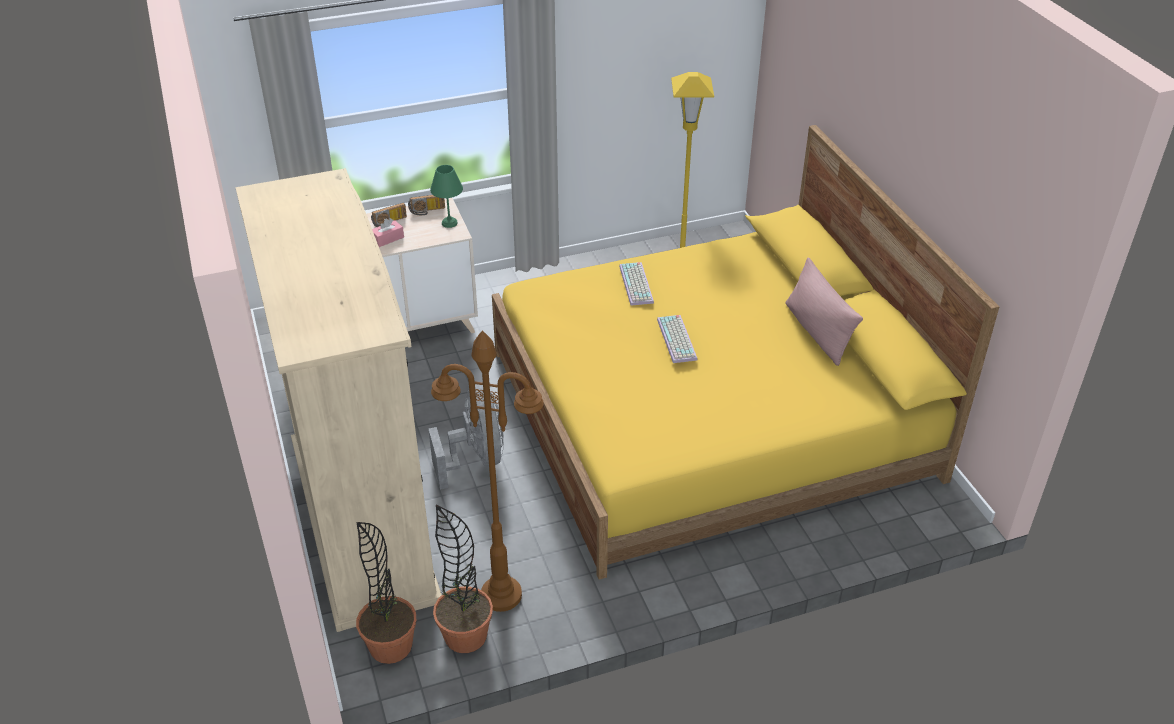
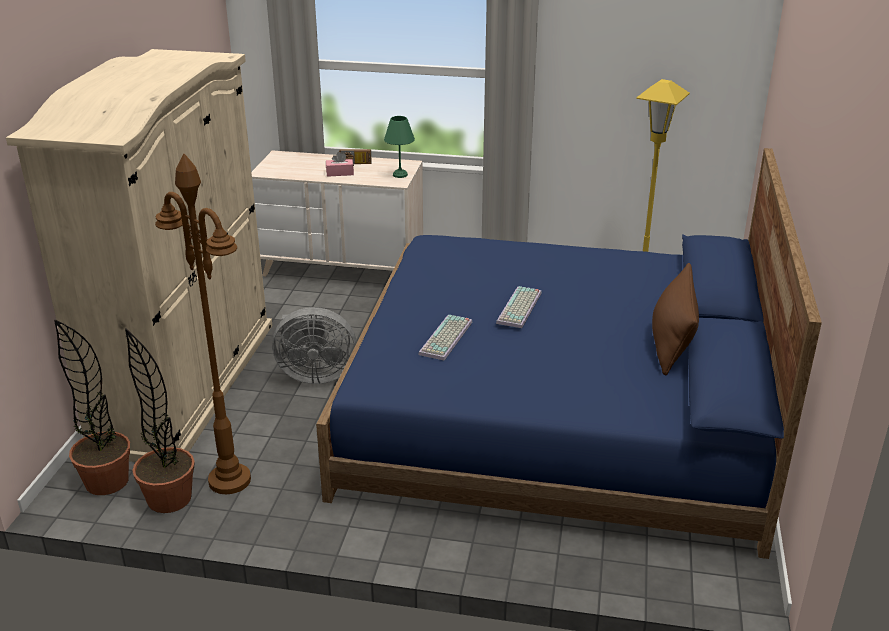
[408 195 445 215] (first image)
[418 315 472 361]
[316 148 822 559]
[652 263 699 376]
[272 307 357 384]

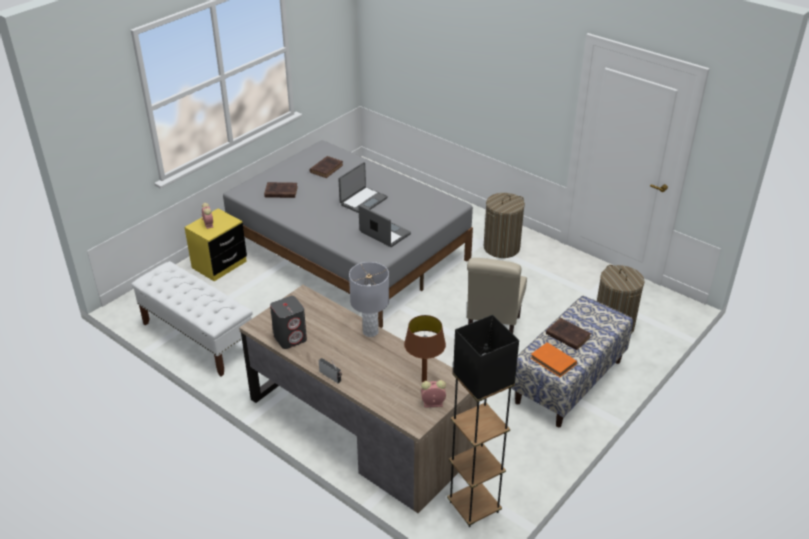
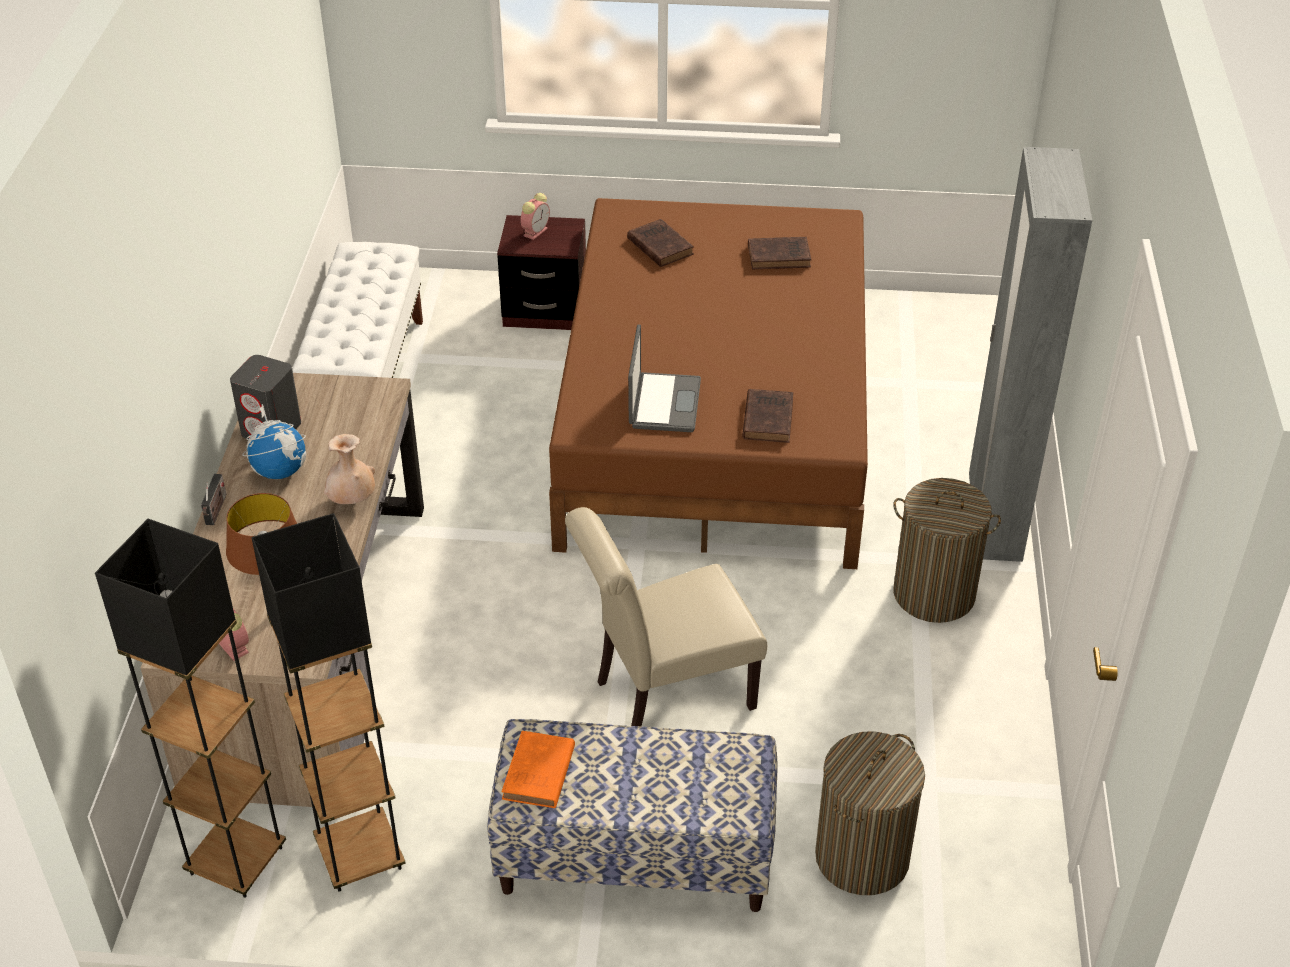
[338 162 388 213] (first image)
[242 404 306 479]
[251 513 406 892]
[969 147 1092 562]
[742 389 793 443]
[324 434 375 504]
[497 215 586 330]
[549 198 868 569]

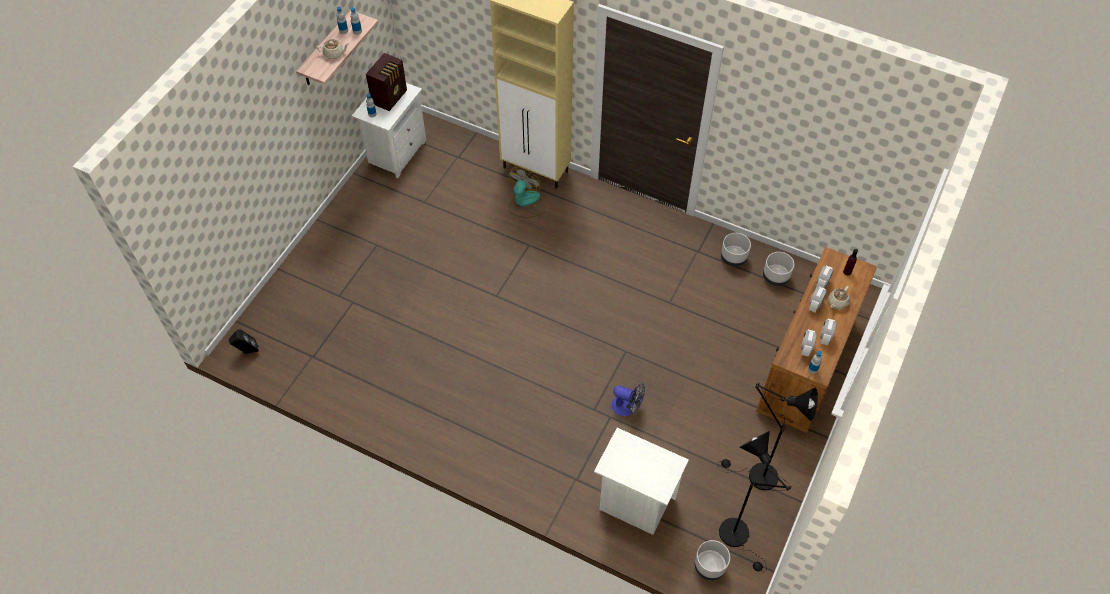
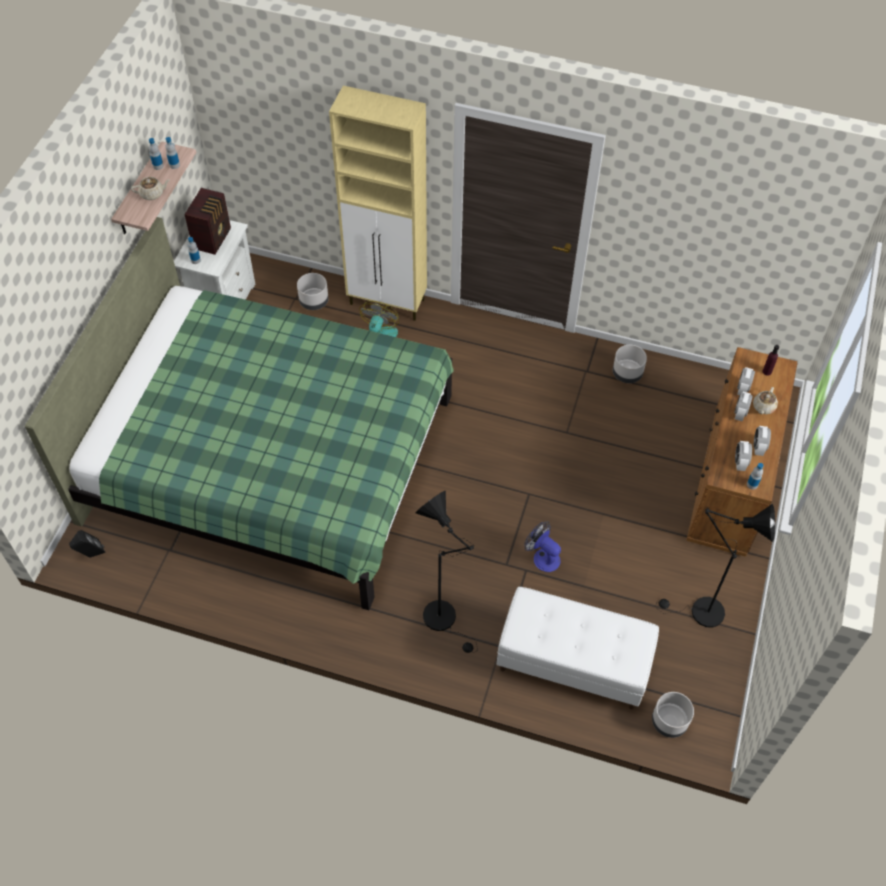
[25 217 454 610]
[416 490 478 653]
[297 273 328 310]
[497 587 659 709]
[524 521 561 572]

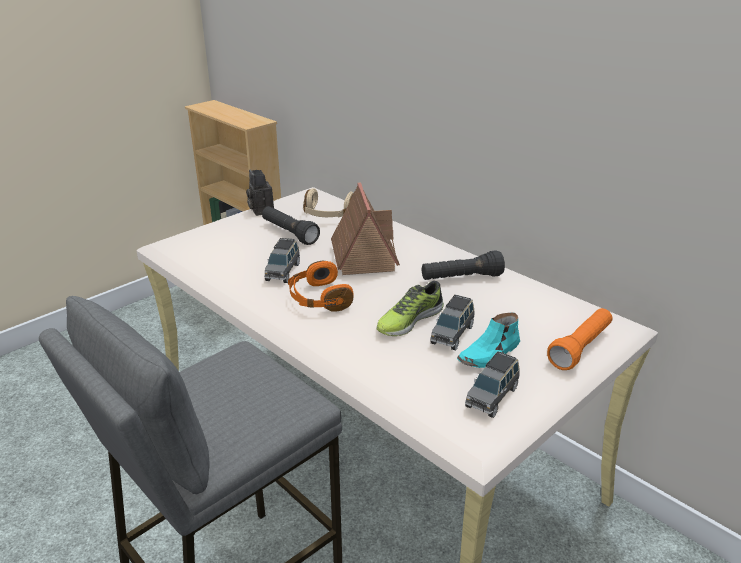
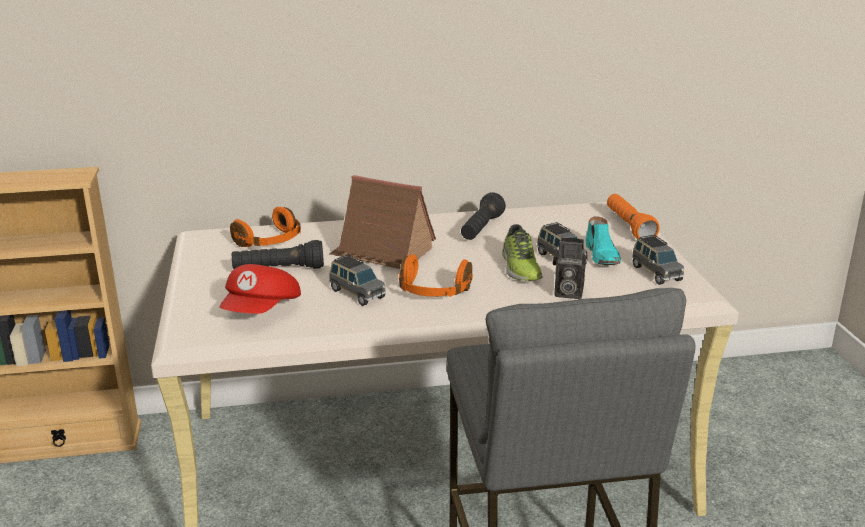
[220 264 301 314]
[553 238 586 299]
[230 207 301 247]

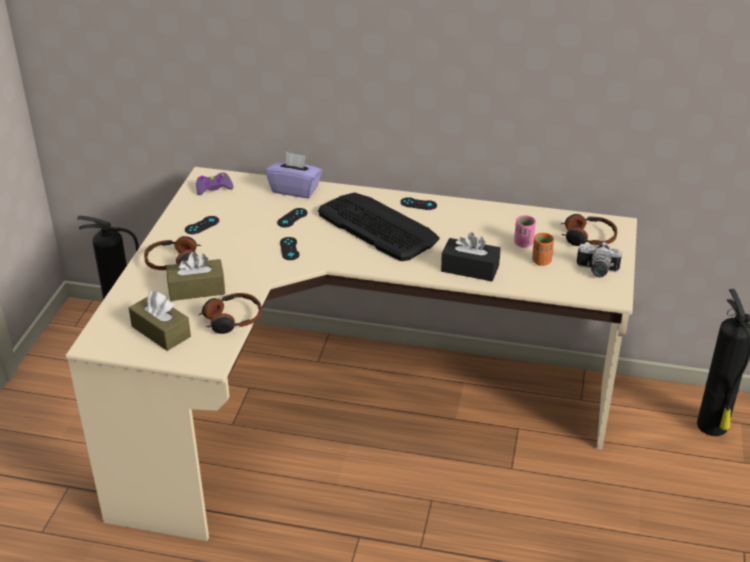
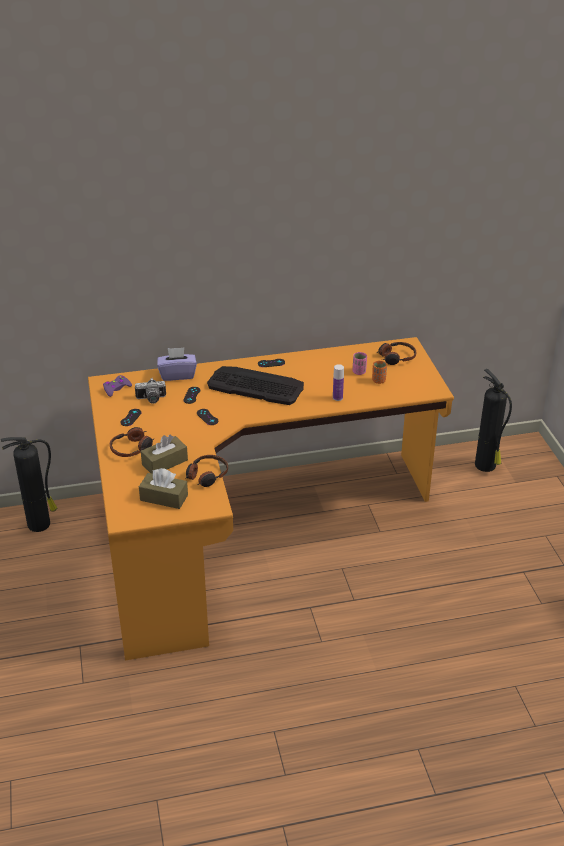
[135 378 166 404]
[333 364 344 401]
[88 337 454 661]

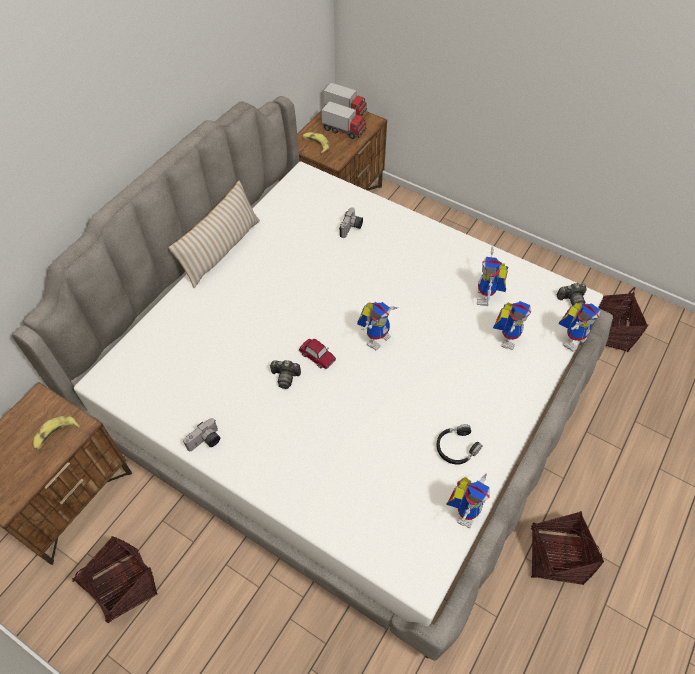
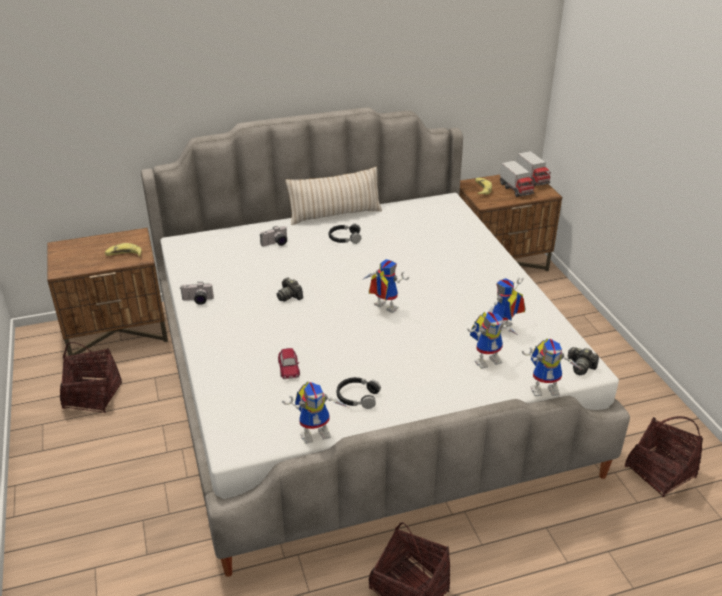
[329 224 361 244]
[278 348 300 379]
[260 226 287 247]
[362 259 409 313]

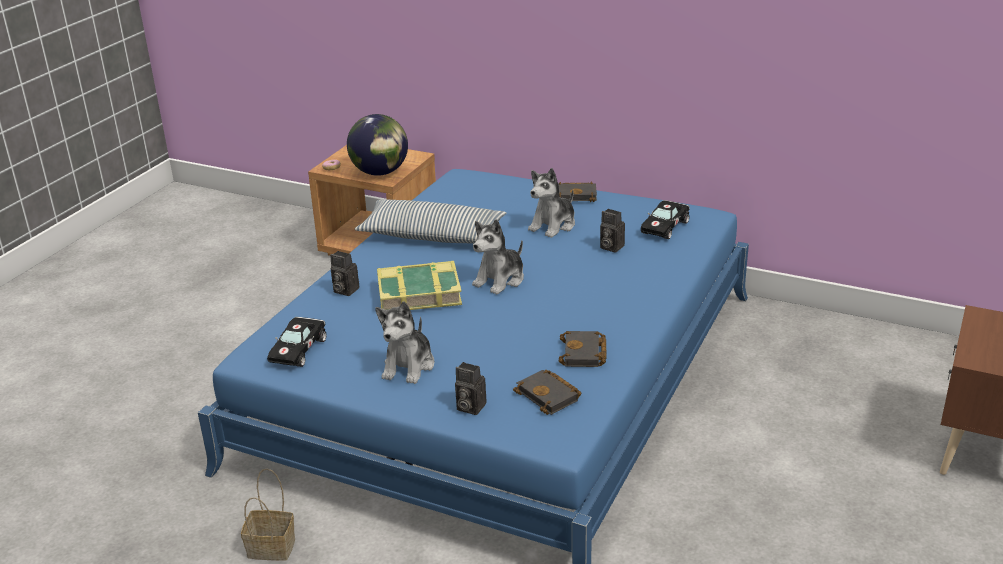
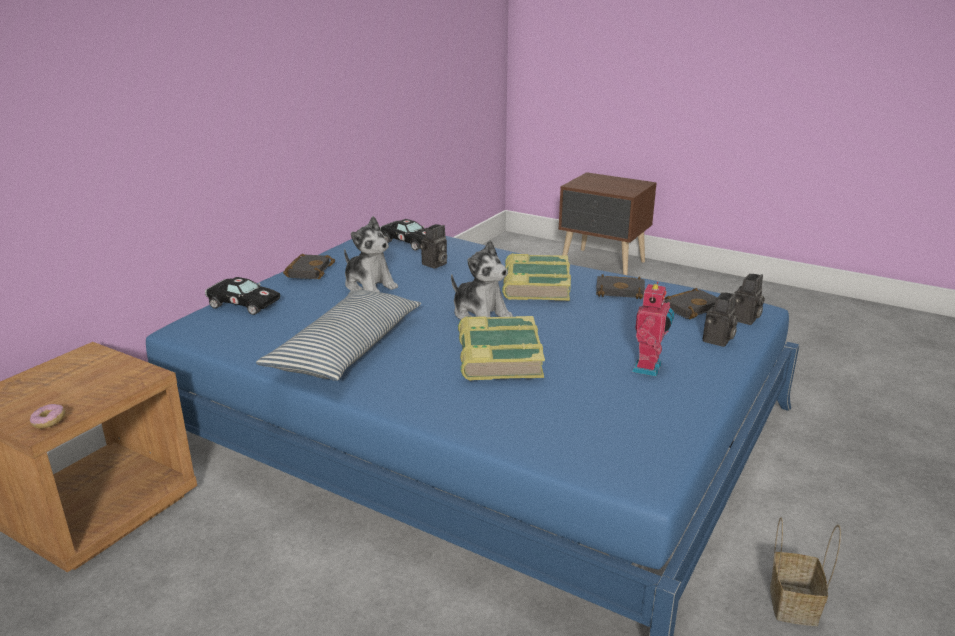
[347 114 408 176] (first image)
[502 253 571 301]
[205 277 280 315]
[735 274 765 325]
[632 281 674 377]

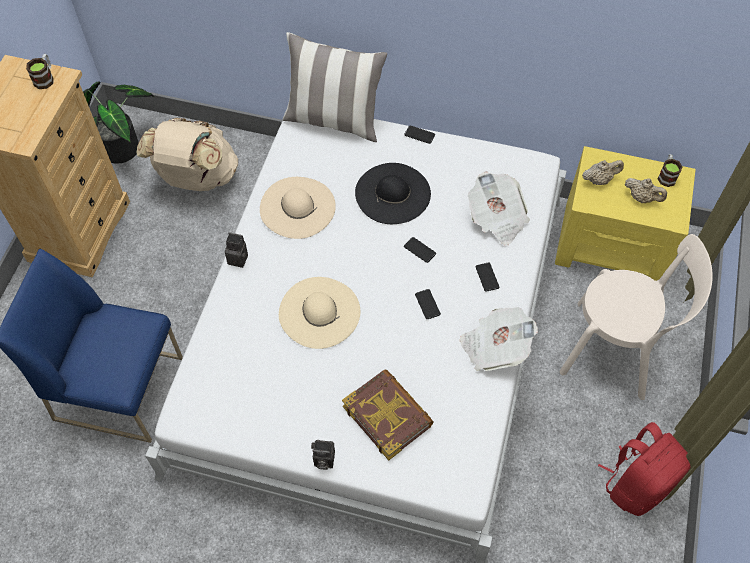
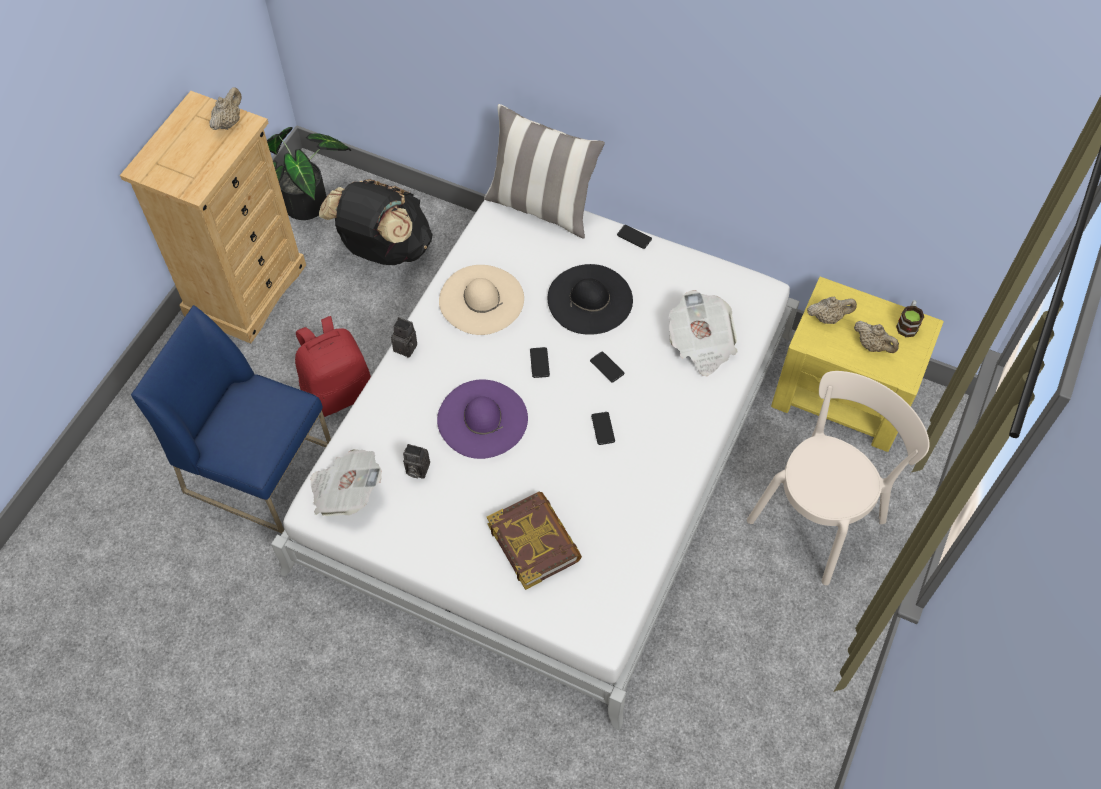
[403 444 430 479]
[310 449 382 516]
[530 347 550 378]
[295 316 371 417]
[209 87 241 130]
[319 179 433 265]
[437 379 528 459]
[747 371 930 585]

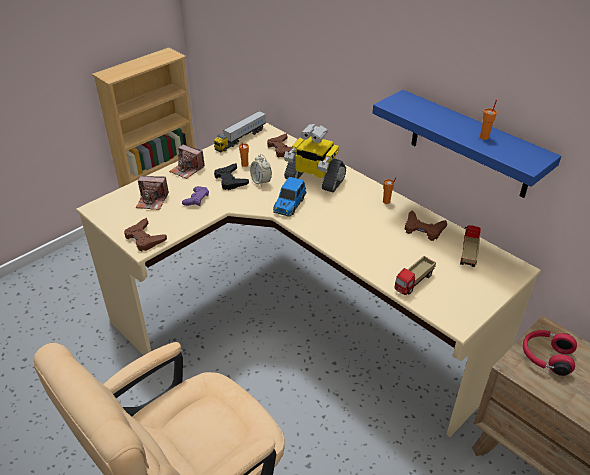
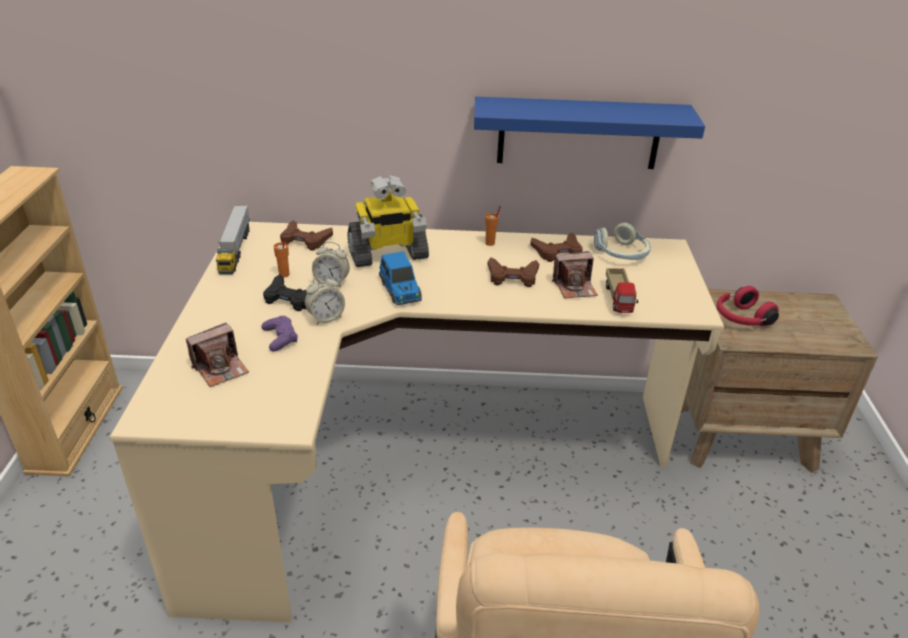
[480 100 497 140] (first image)
[305 274 345 325]
[488 258 539 287]
[552 251 598 298]
[594 222 651 260]

